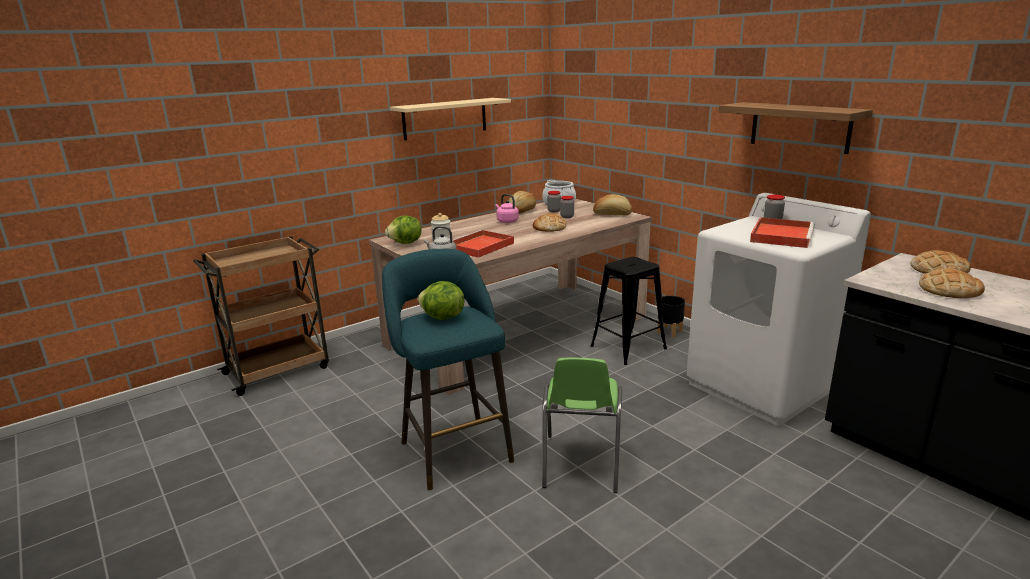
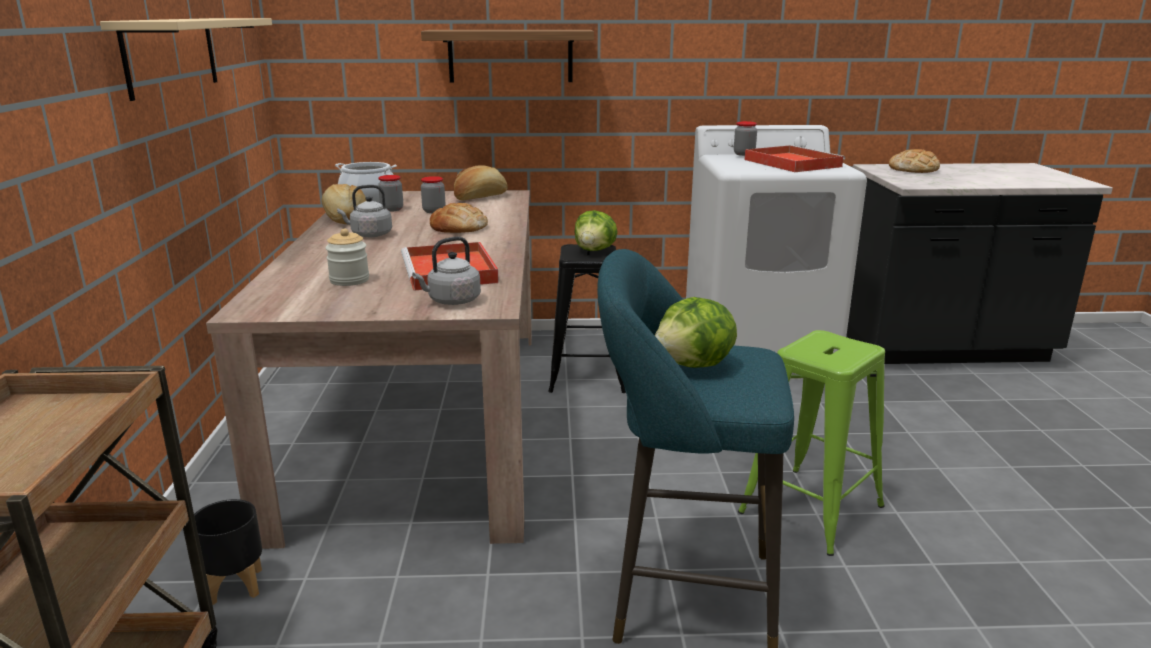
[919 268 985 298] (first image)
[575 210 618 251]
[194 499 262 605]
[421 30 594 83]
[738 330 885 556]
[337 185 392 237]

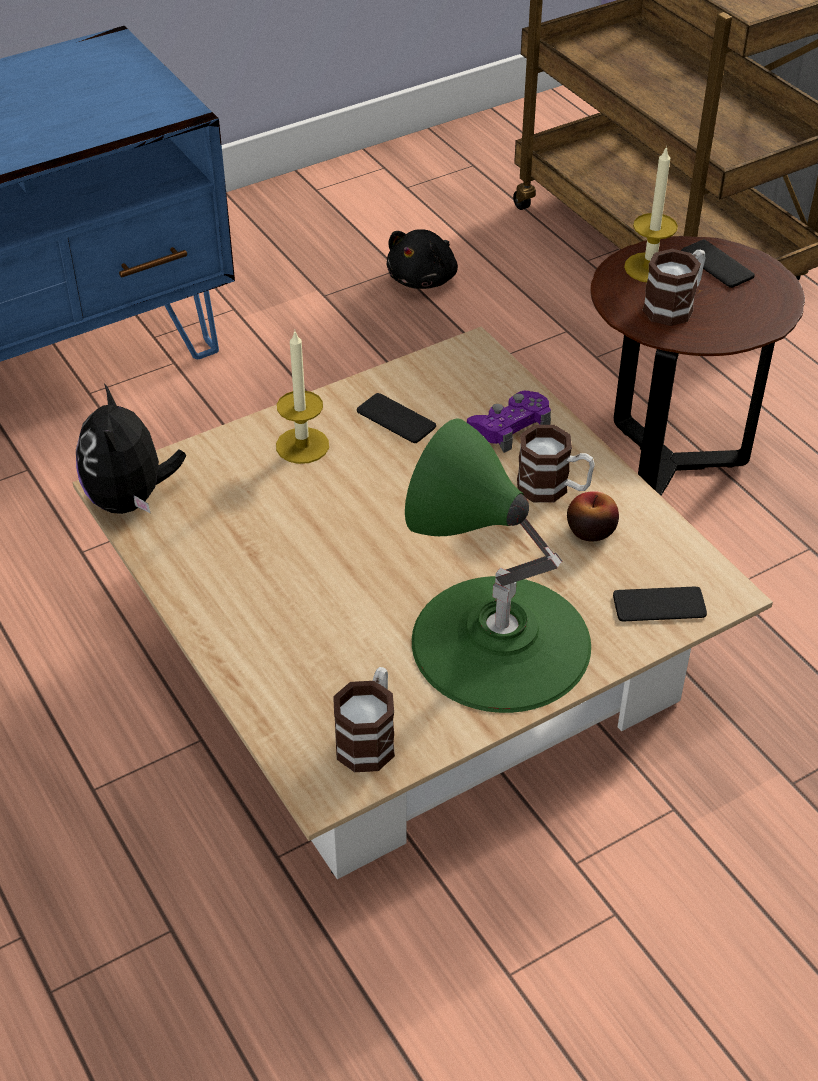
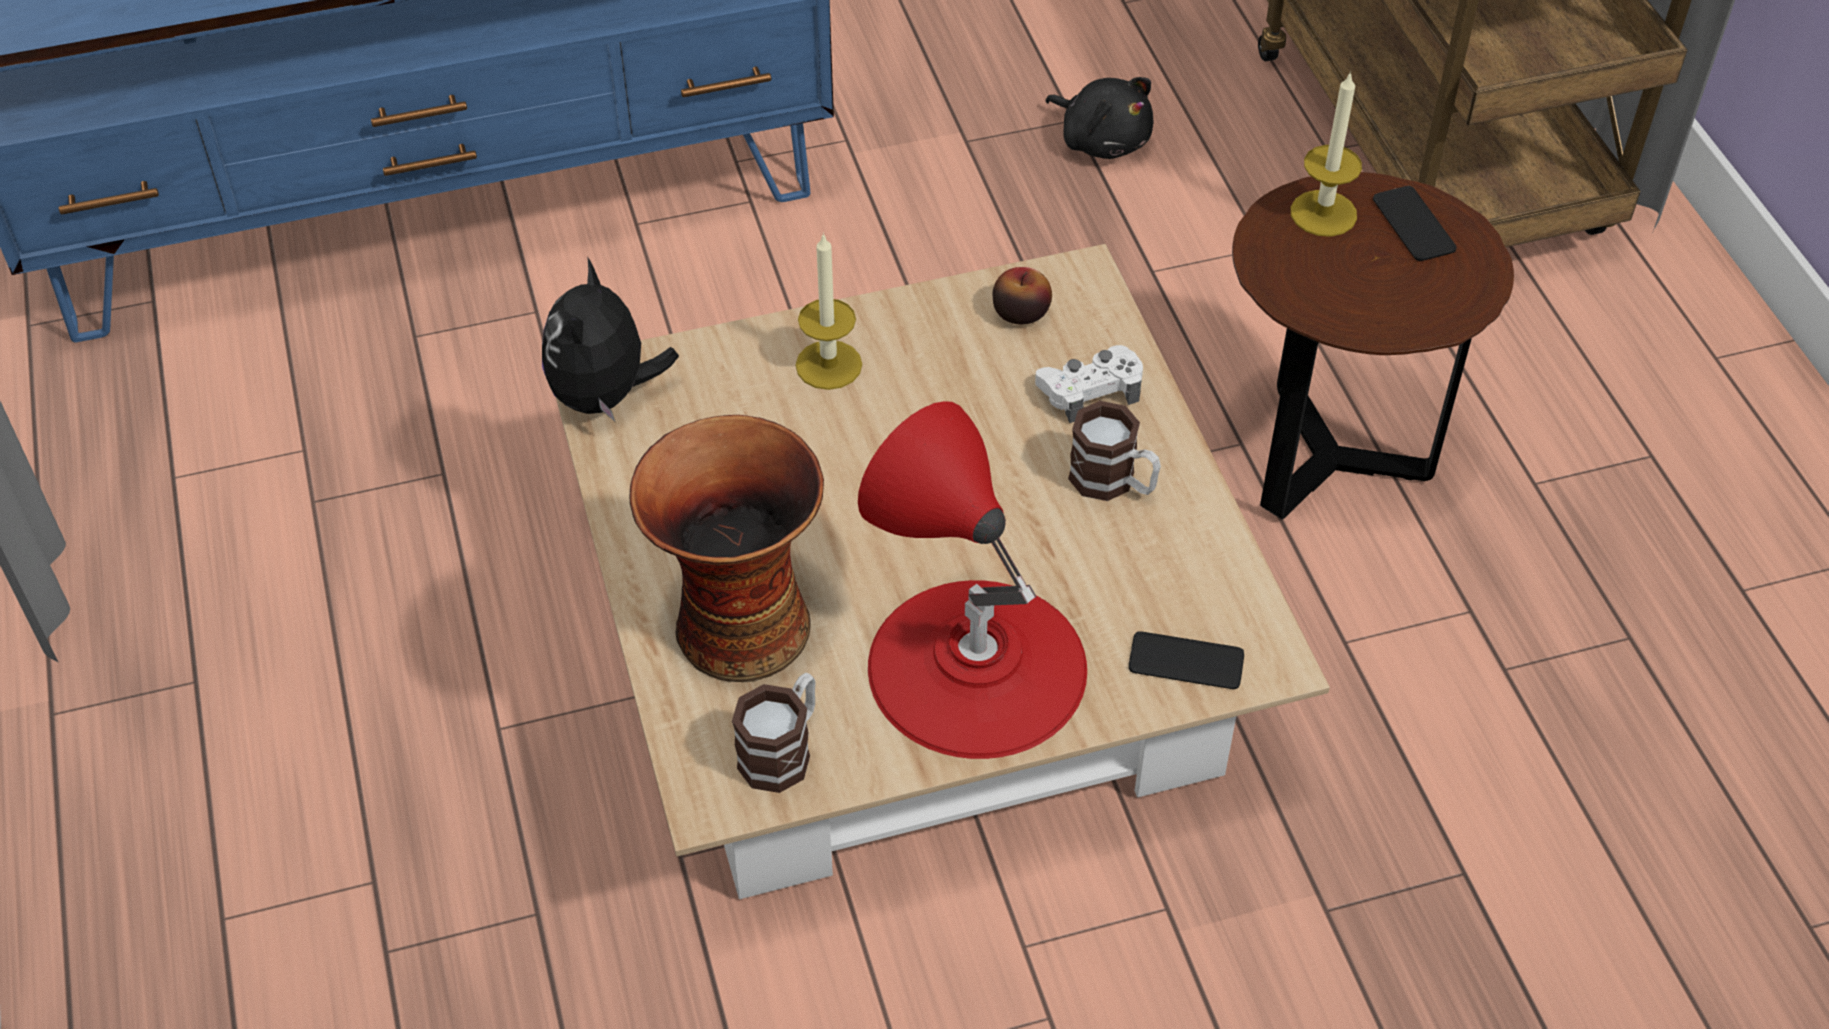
[357 393 436 443] (first image)
[642 249 705 326] (first image)
[630 415 824 682]
[993 267 1052 324]
[858 401 1087 759]
[1035 345 1143 423]
[1045 77 1154 159]

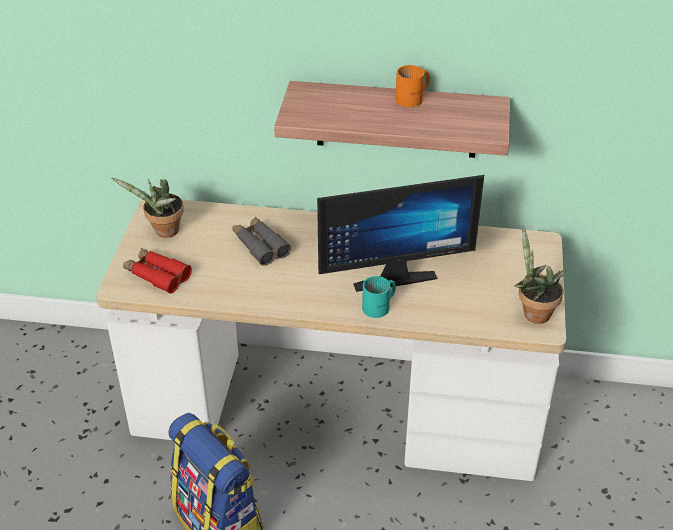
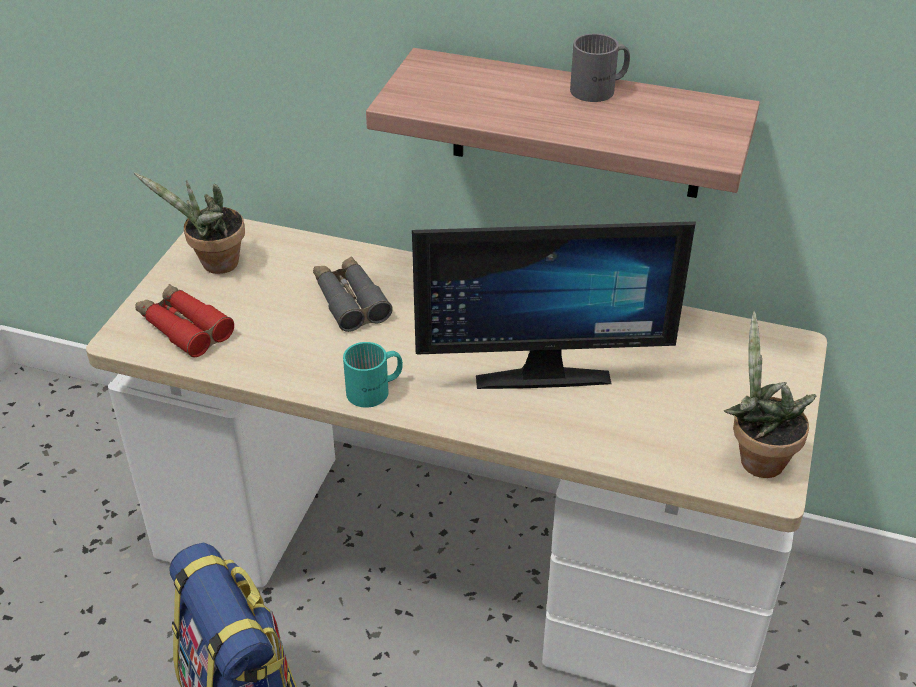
[343 342 403 408]
[570 34 630 102]

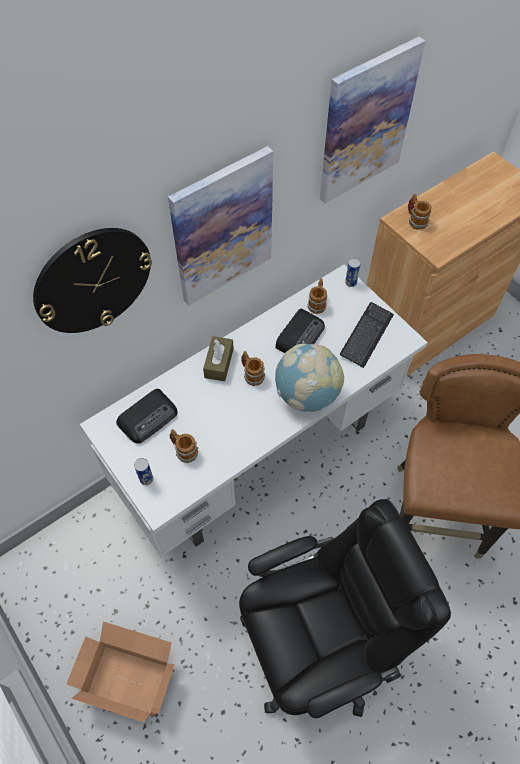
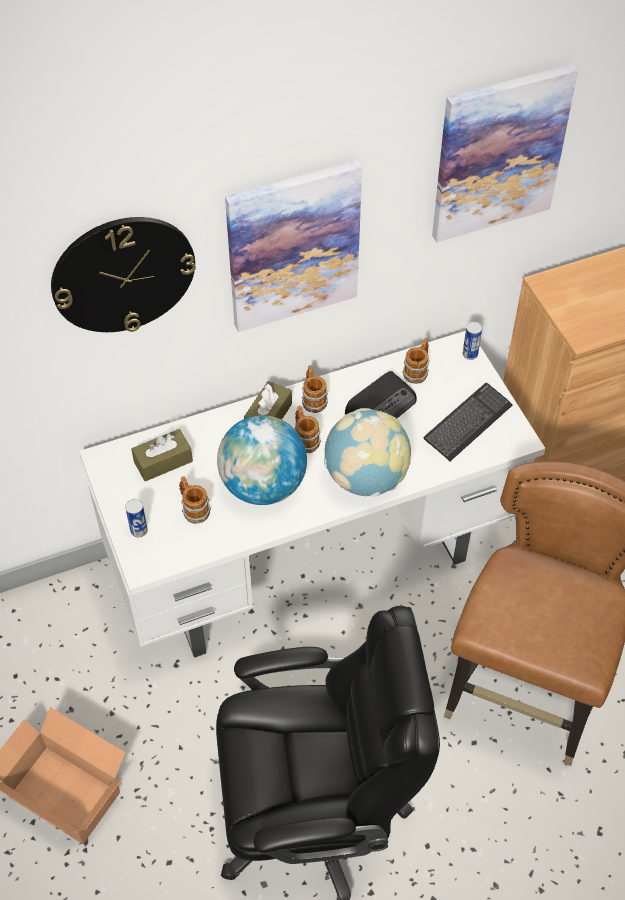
[217 415 307 505]
[302 366 328 413]
[131 429 193 481]

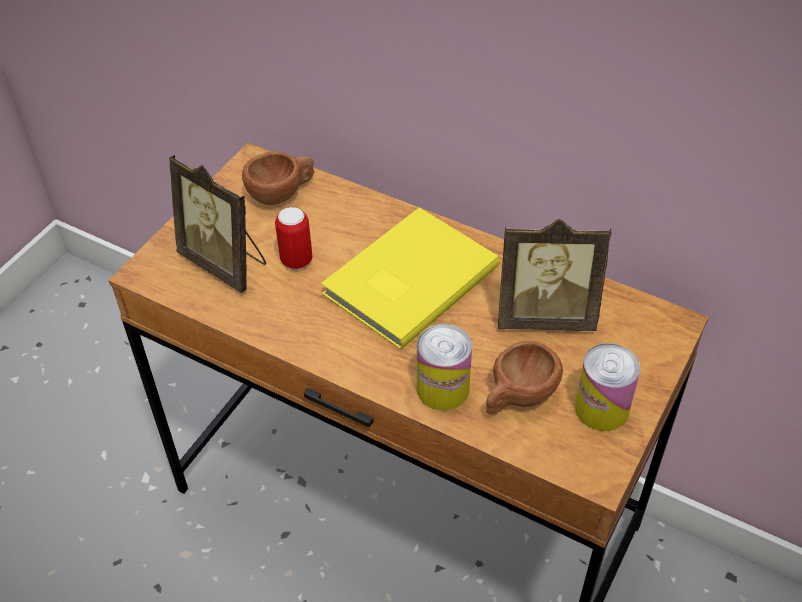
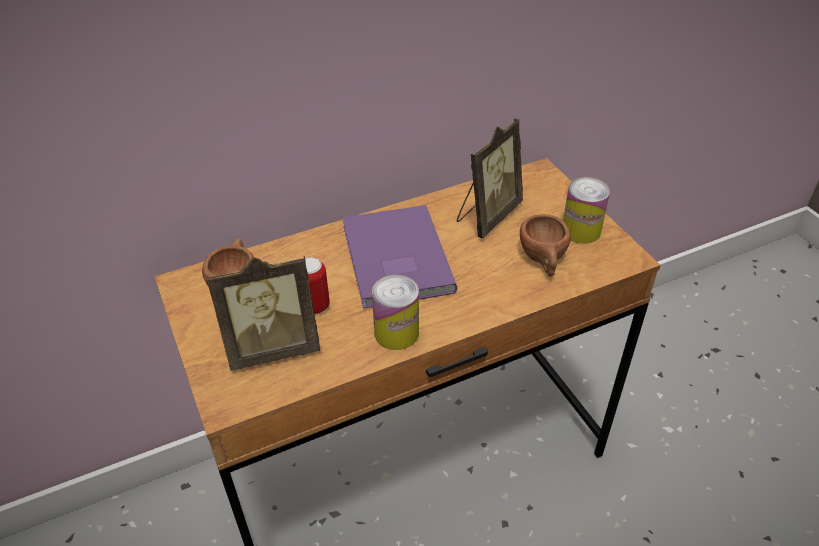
[372 275 419 350]
[343 205 457 309]

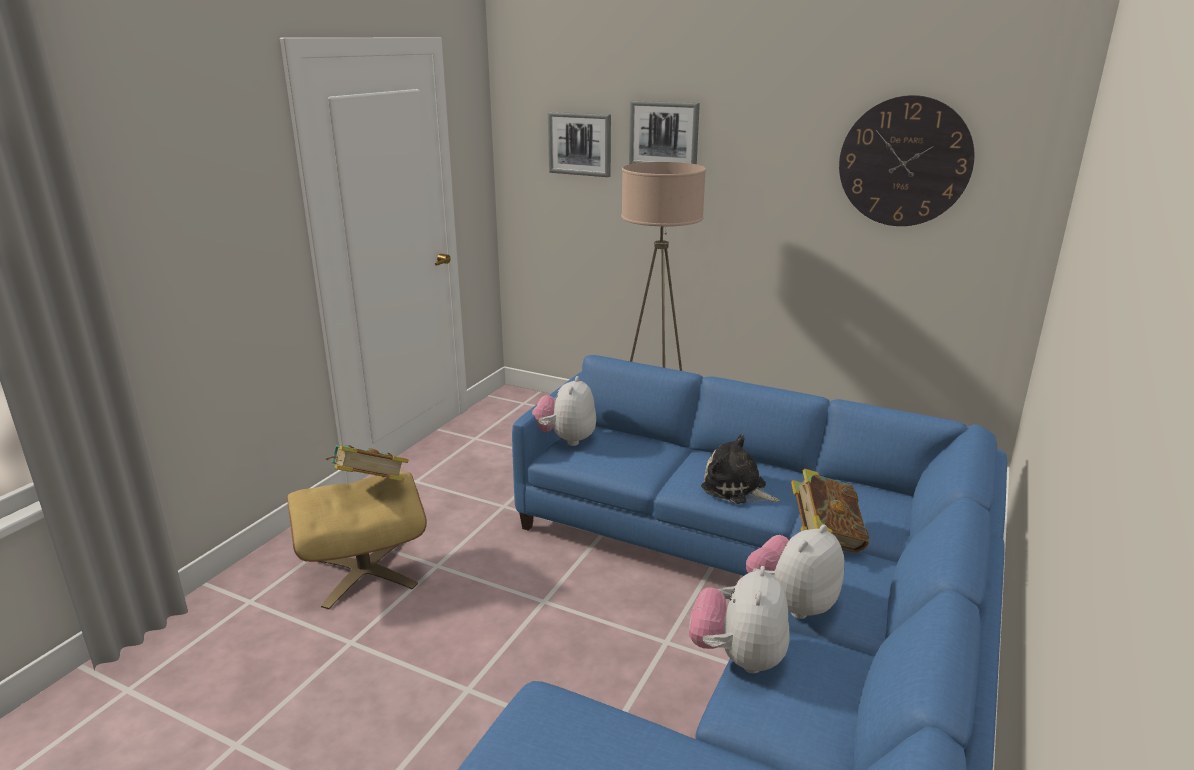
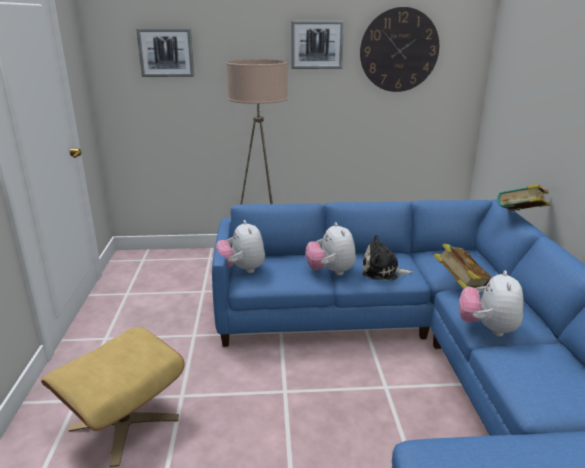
[497 184 550 211]
[291 21 344 69]
[305 222 356 275]

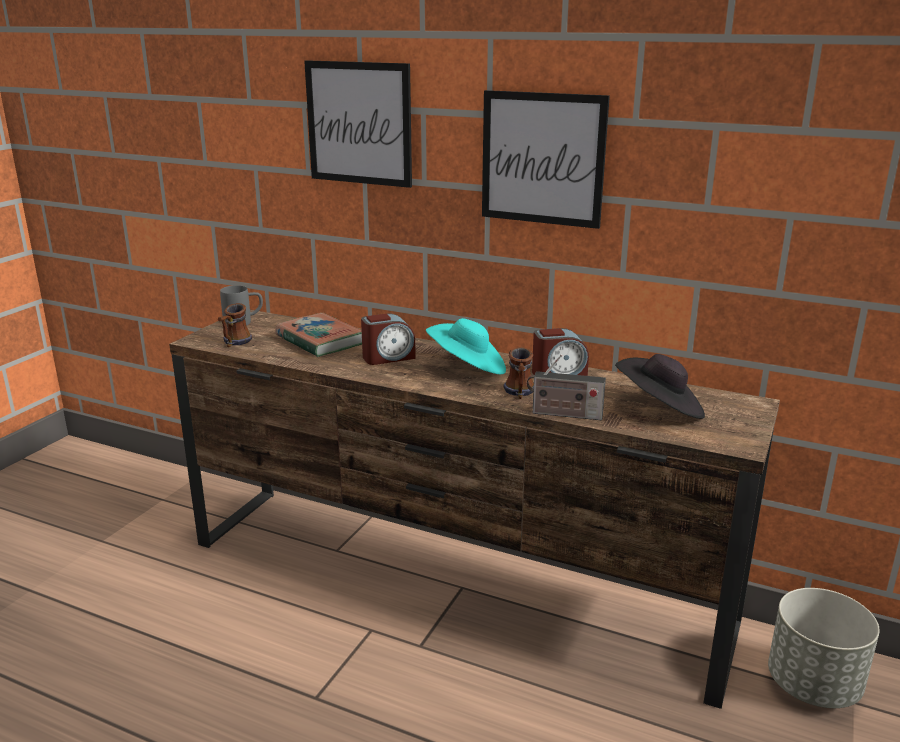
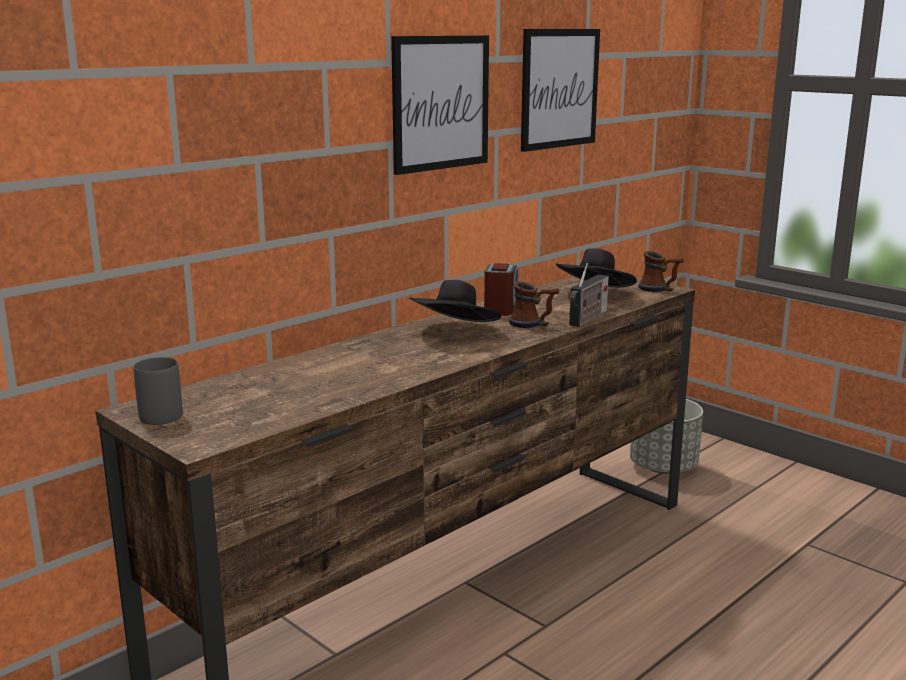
[275 313 362 357] (first image)
[361 314 416 365] (first image)
[638 251 684 292]
[521 29 600 152]
[409 280 501 322]

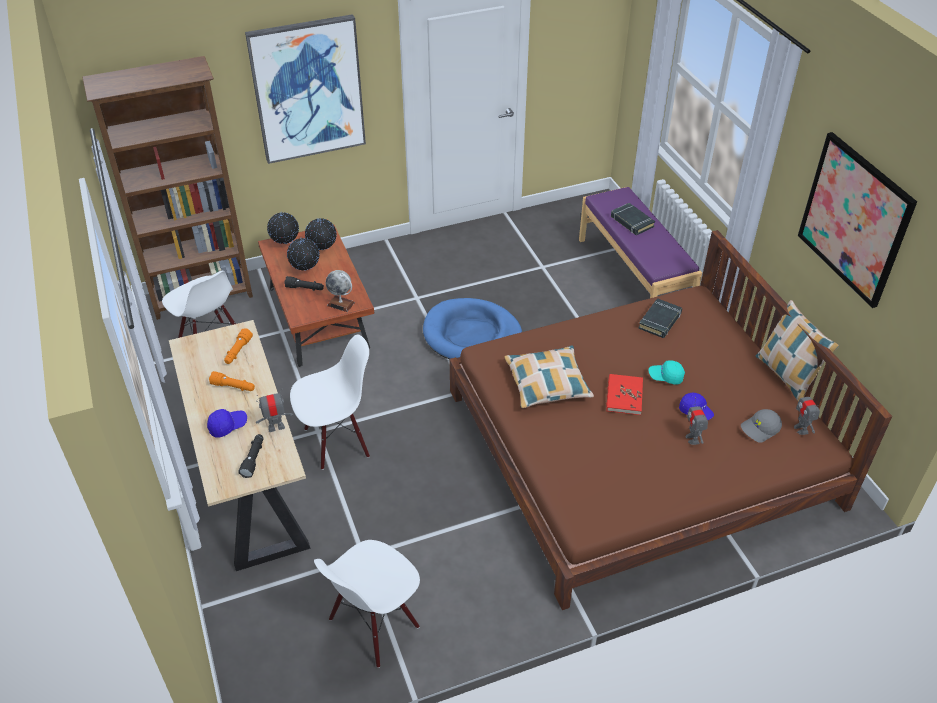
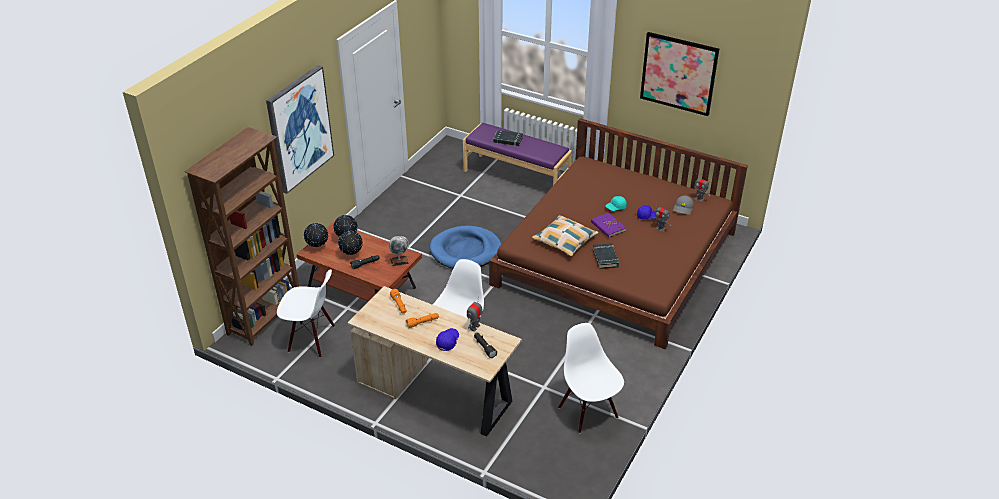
[756 300 839 401] (first image)
[593 243 619 269]
[591 213 626 238]
[558 323 624 434]

